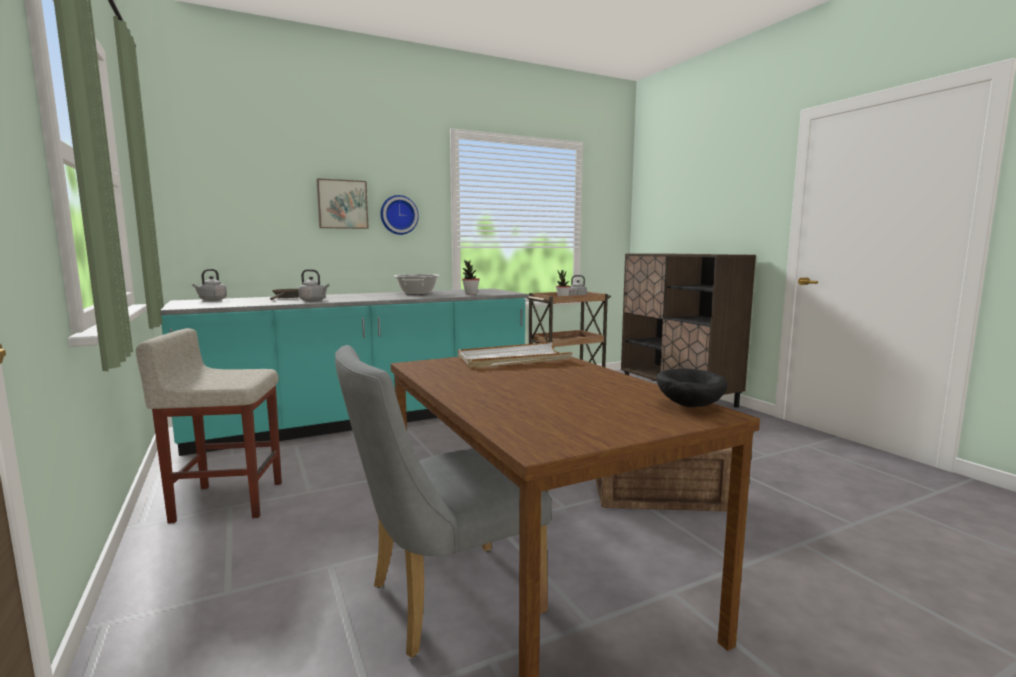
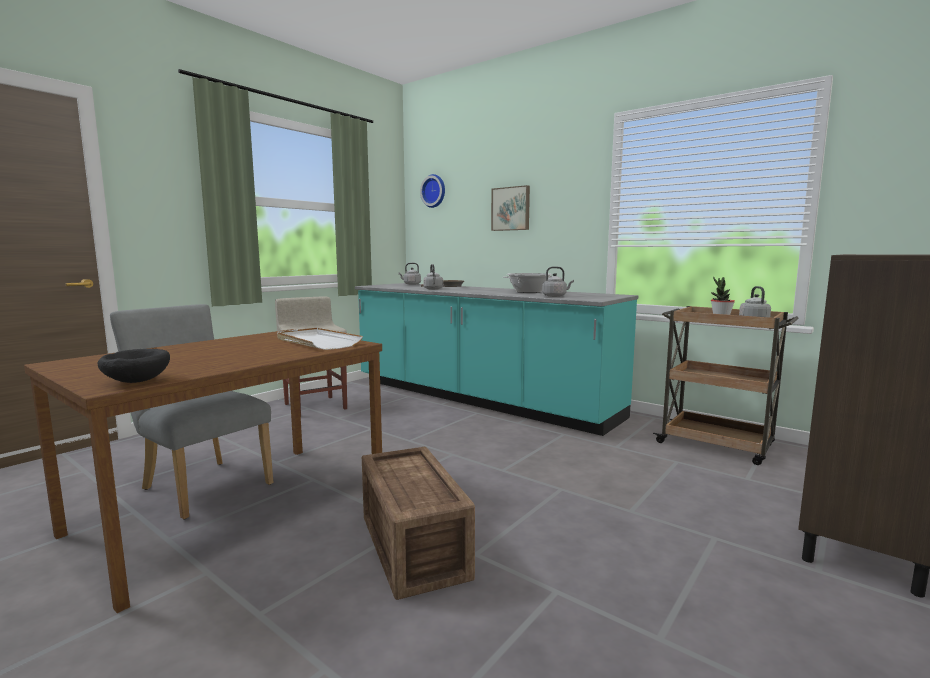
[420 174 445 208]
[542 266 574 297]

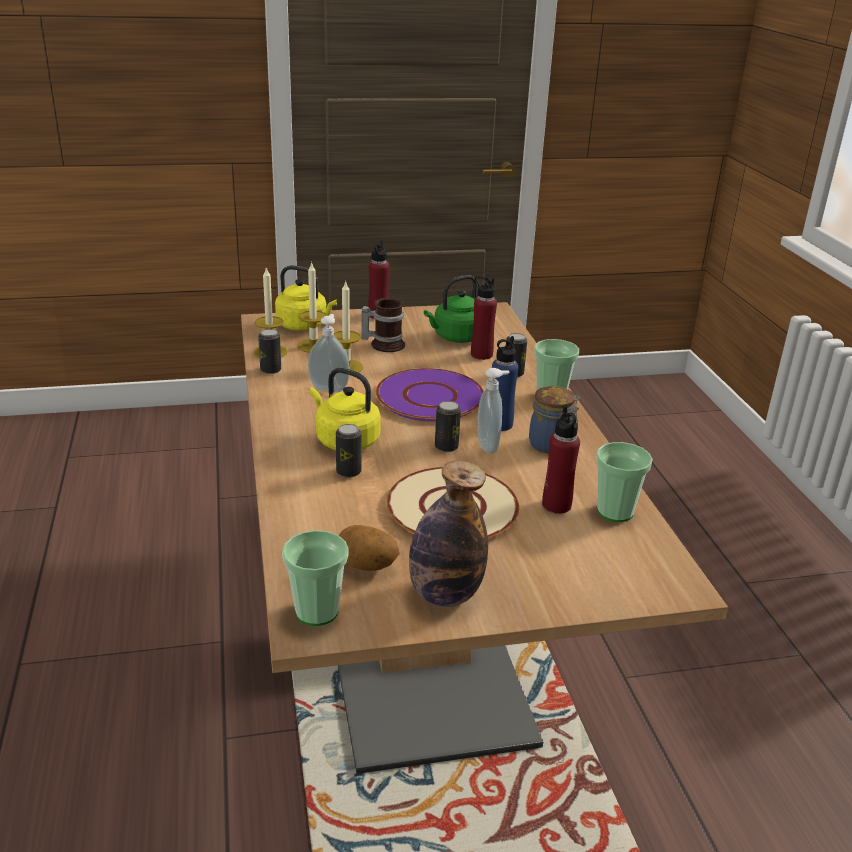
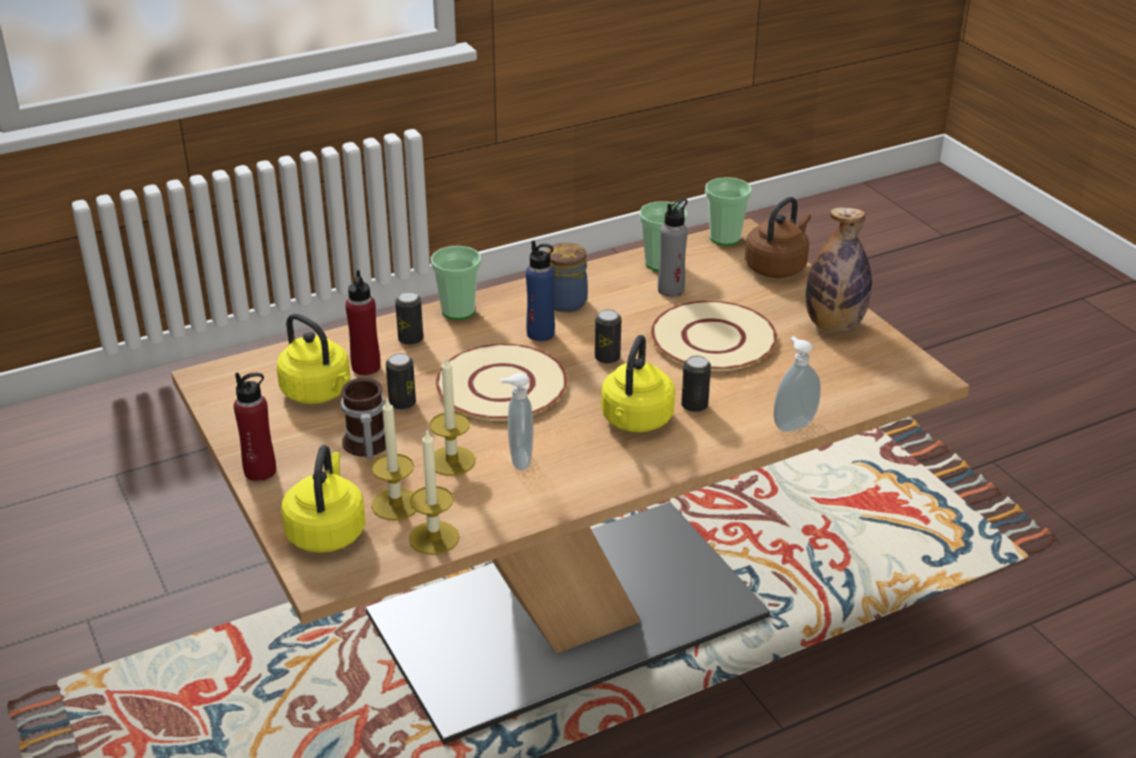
[339 525 400 571] (first image)
[745 197 811 278]
[386 353 416 410]
[705 177 752 246]
[773 336 821 432]
[436 344 568 421]
[277 313 350 404]
[658 198 688 297]

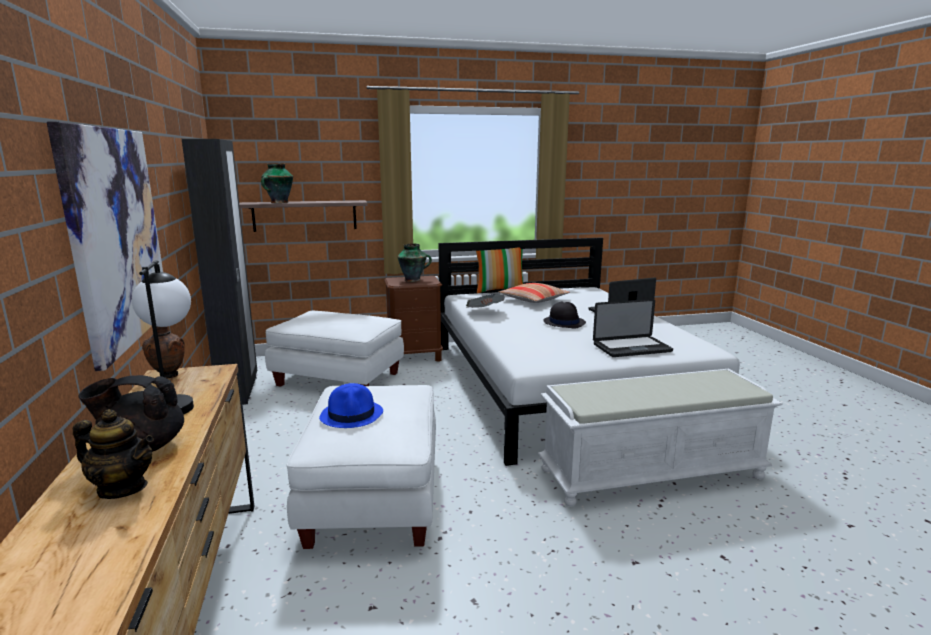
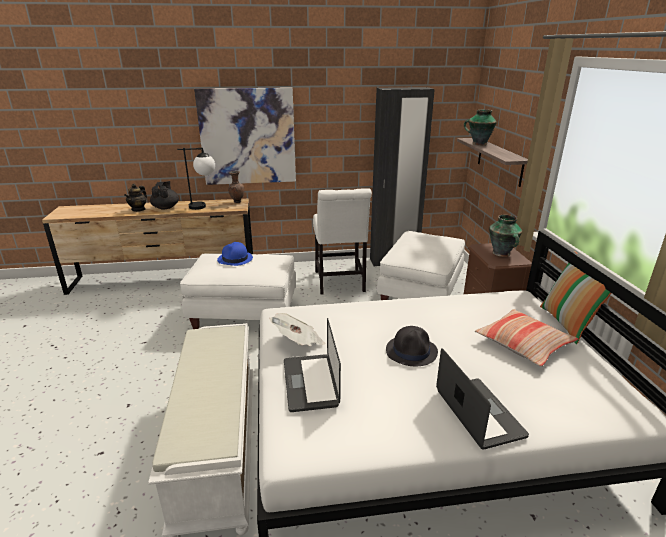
[313 188 372 295]
[269 313 325 346]

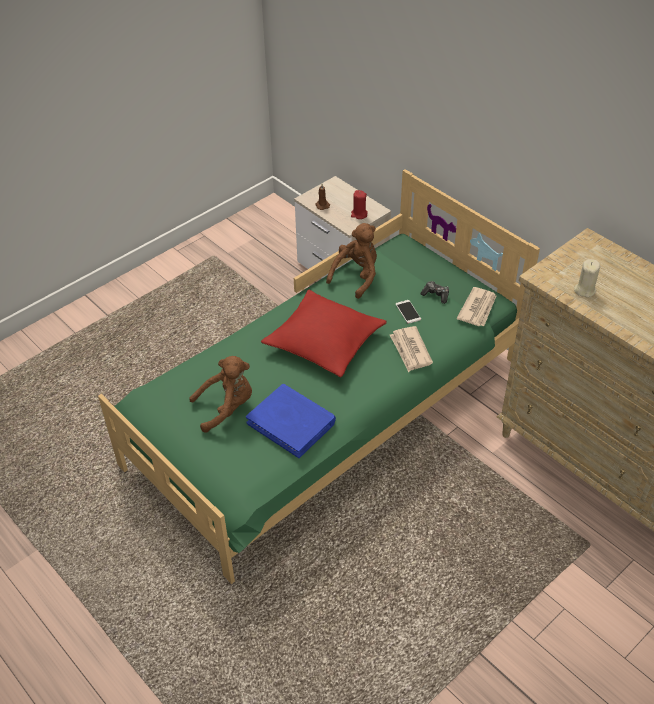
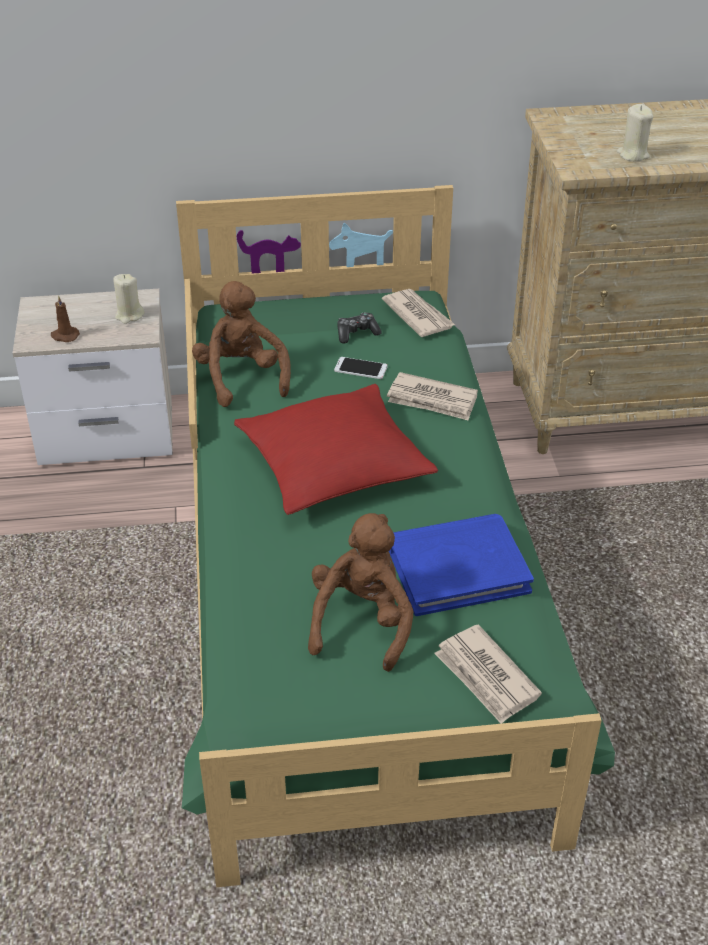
[434 624 542 724]
[113 274 144 324]

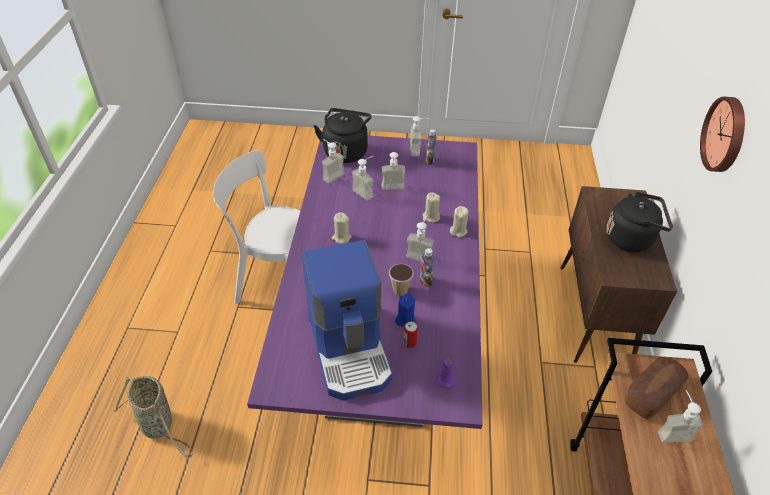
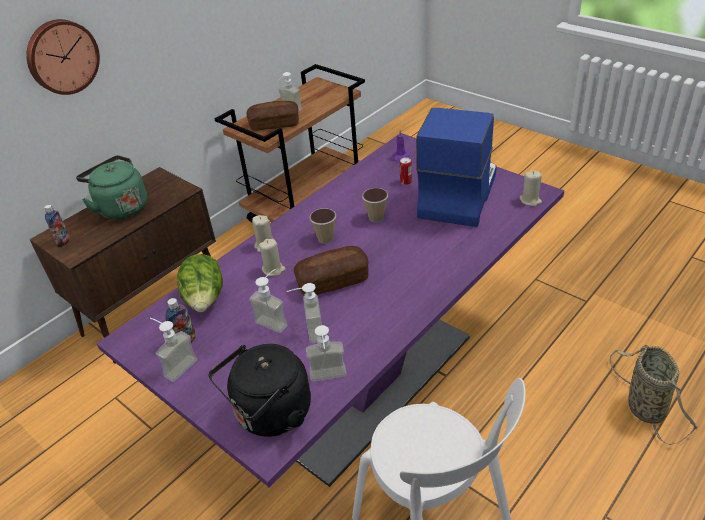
[395 294 416 328] (first image)
[177 254 223 312]
[294 246 369 296]
[520 170 542 206]
[44 204 70 247]
[310 208 336 244]
[76 155 147 219]

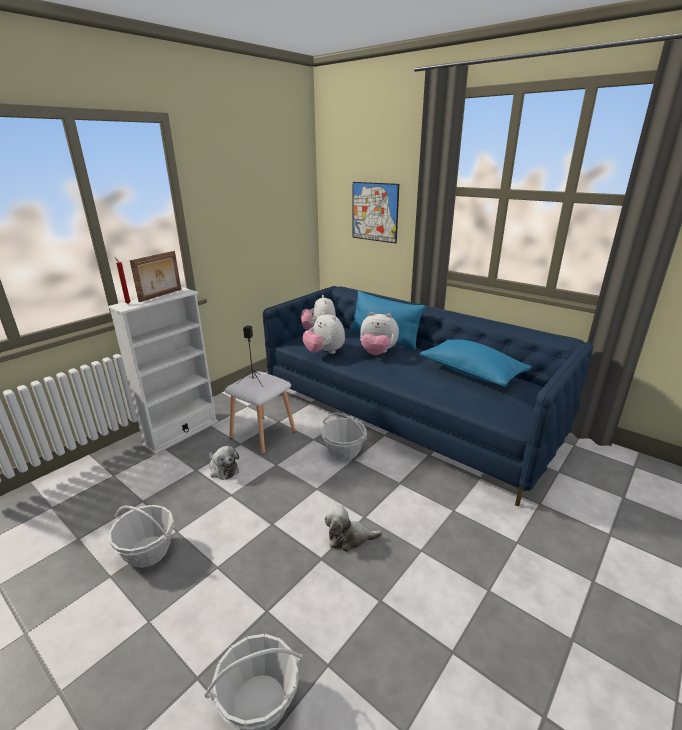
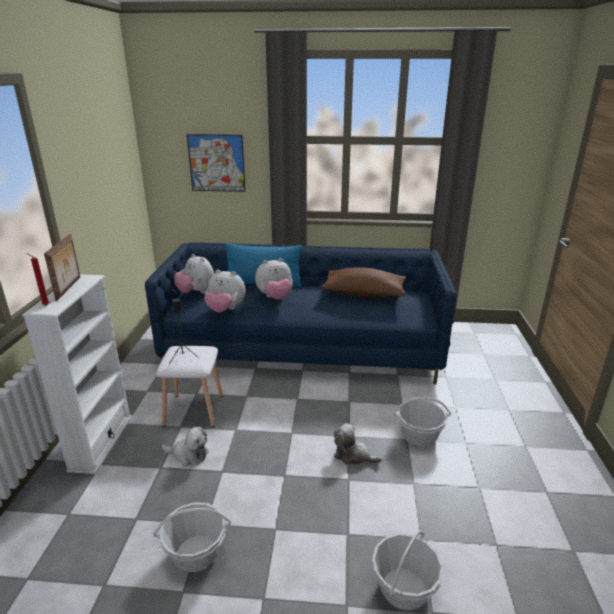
[394 397 451 447]
[321 267 407 297]
[334 423 382 465]

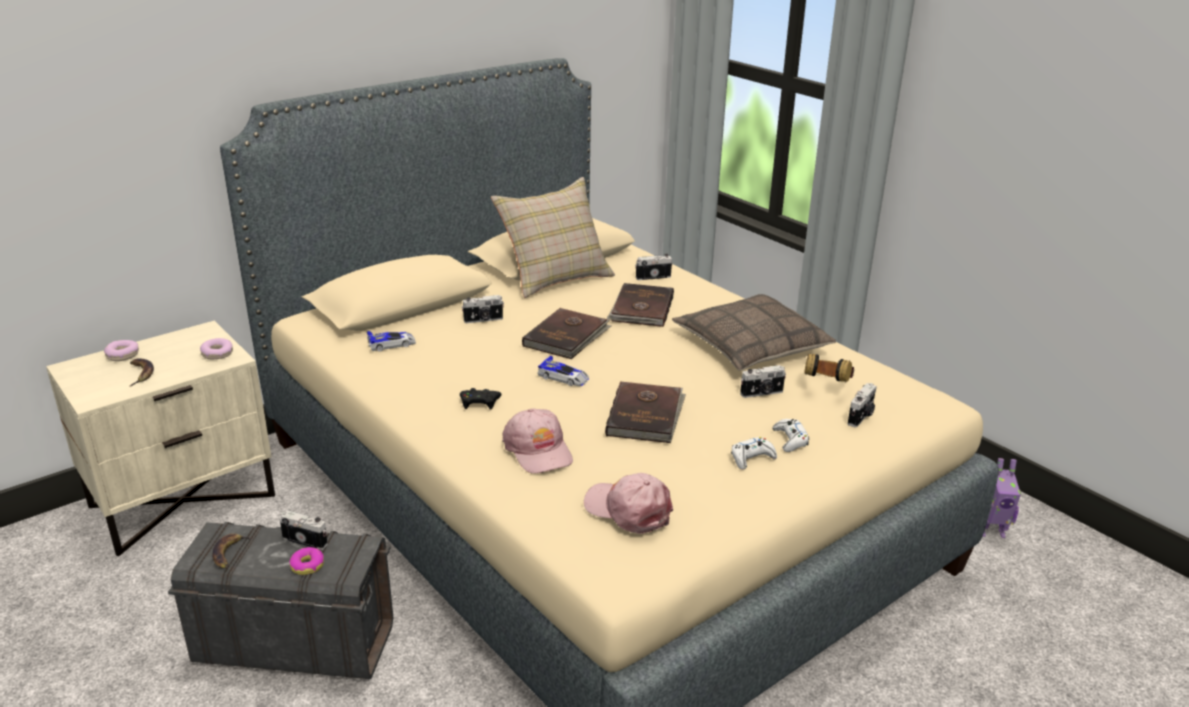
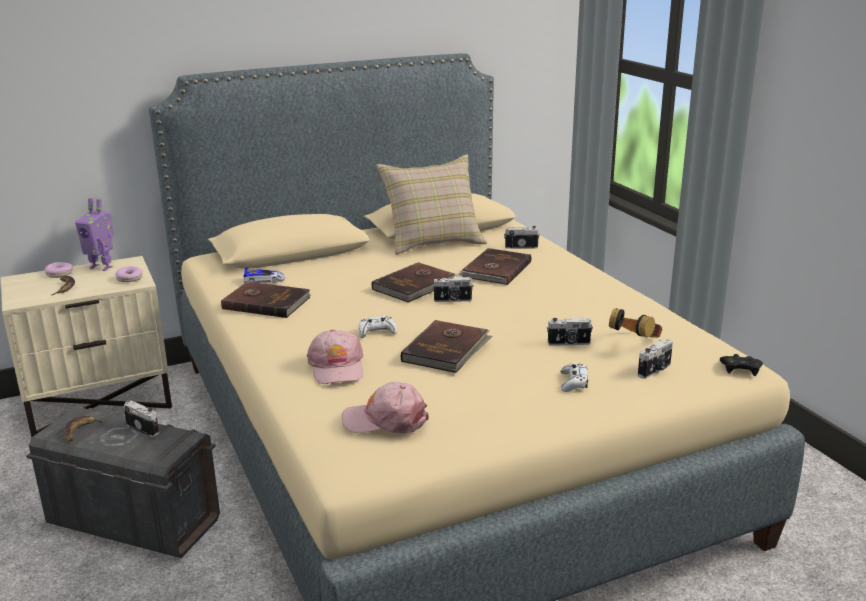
[290 547 324 575] (first image)
[538 356 589 386] (first image)
[672 294 836 371] (first image)
[221 281 311 318]
[720 354 763 376]
[432 277 474 302]
[358 316 397 338]
[75 198 114 271]
[342 382 429 434]

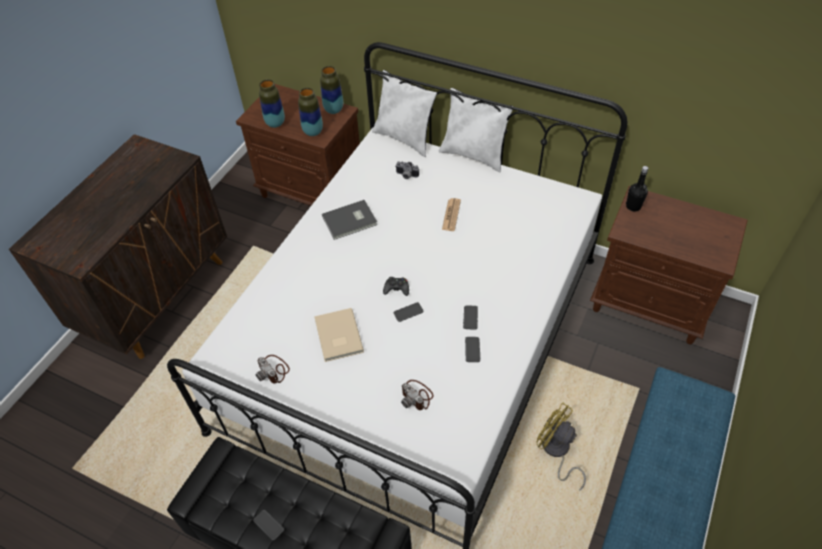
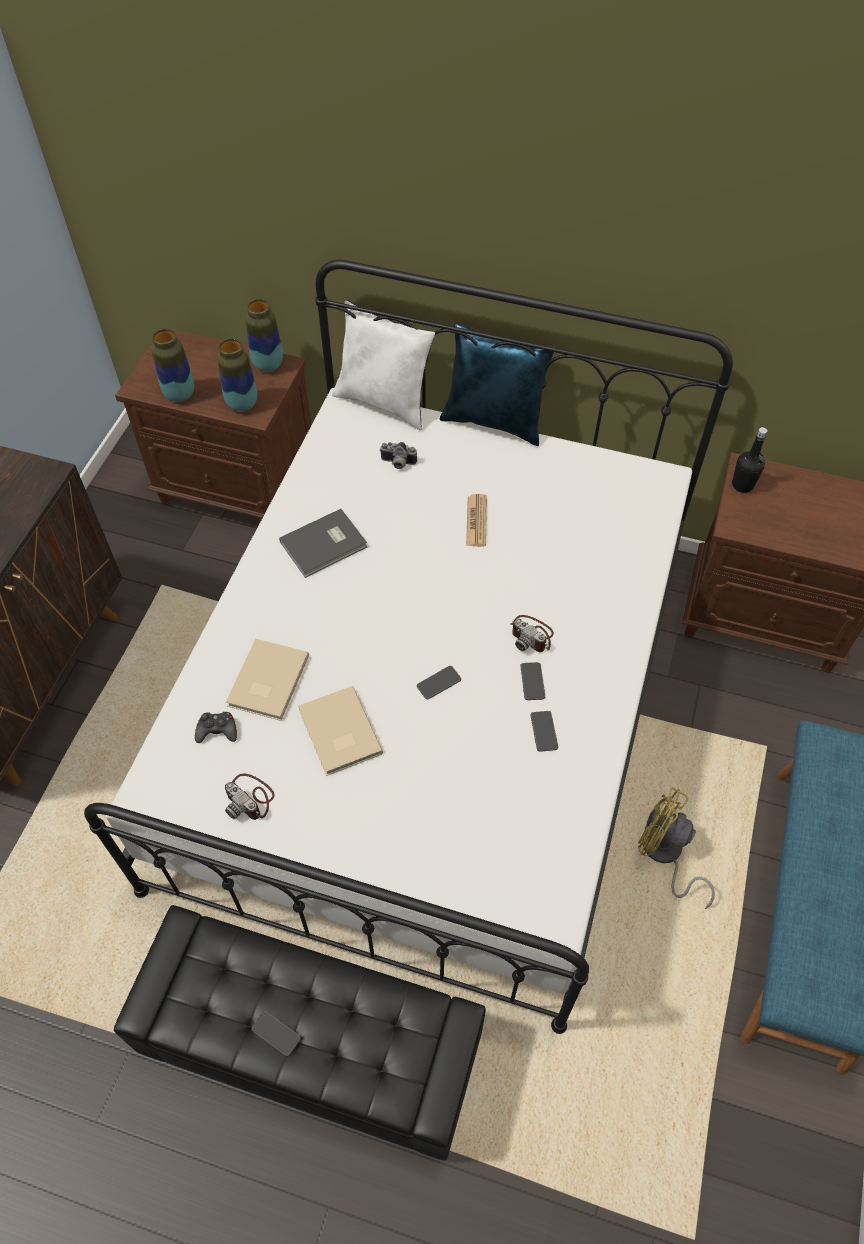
[226 639 309 721]
[195 712 237 743]
[510 615 554 652]
[440 323 555 446]

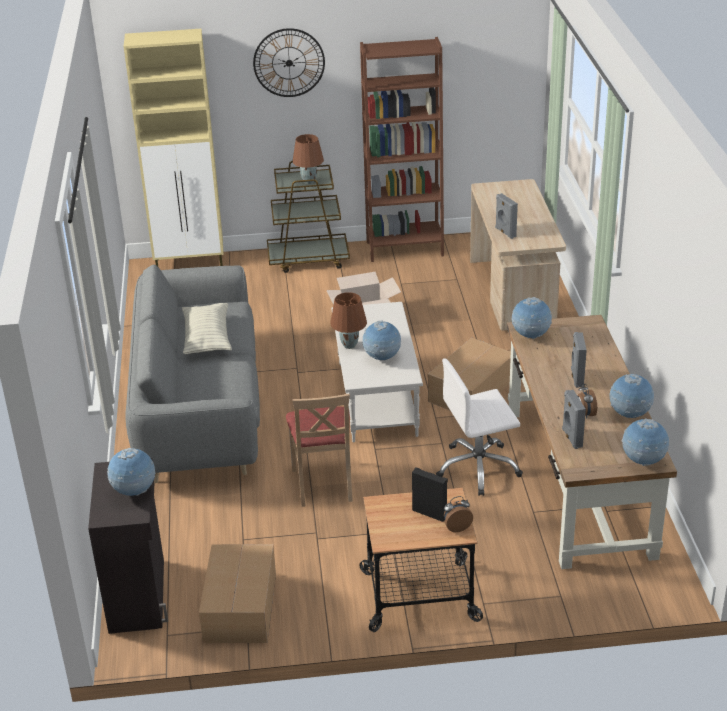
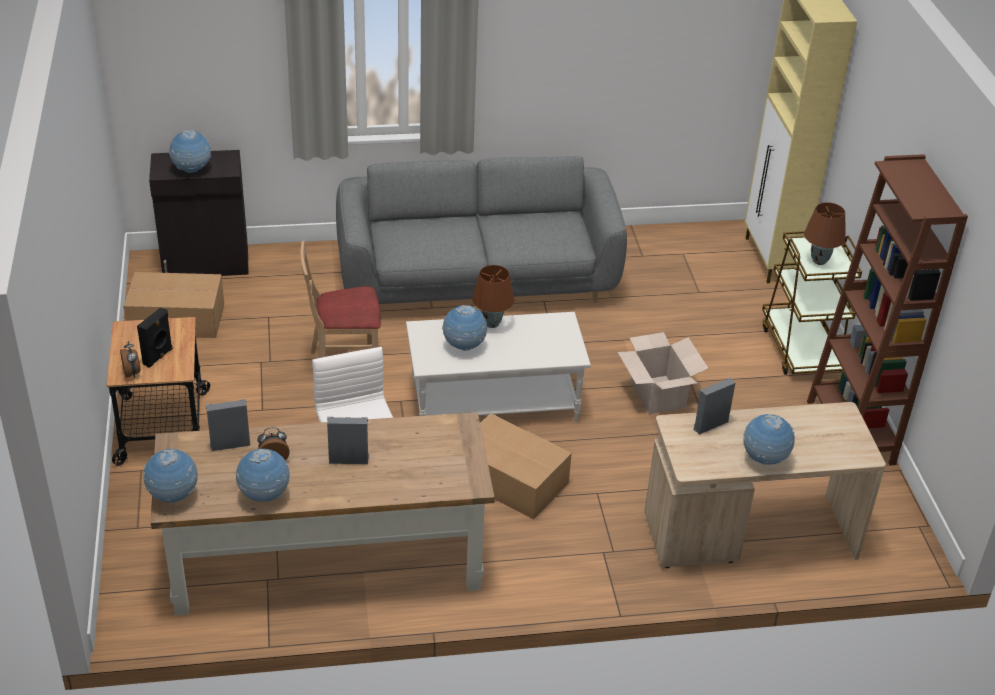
[182 303 232 354] (first image)
[253 28 325 97] (first image)
[743 414 795 465]

